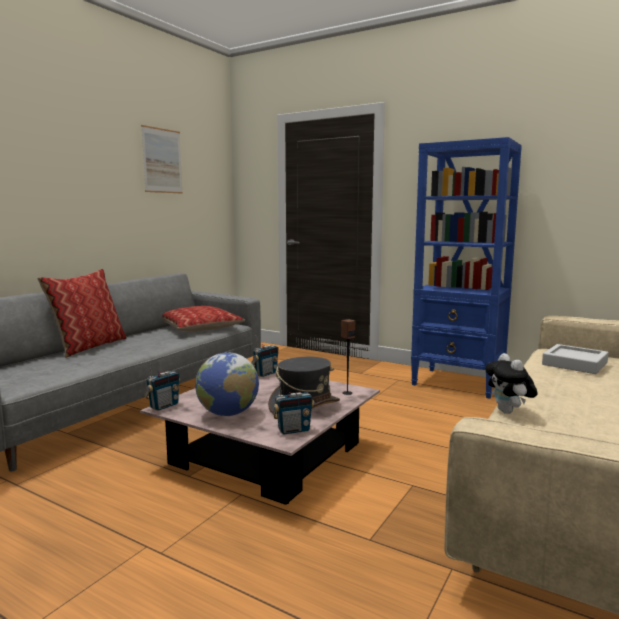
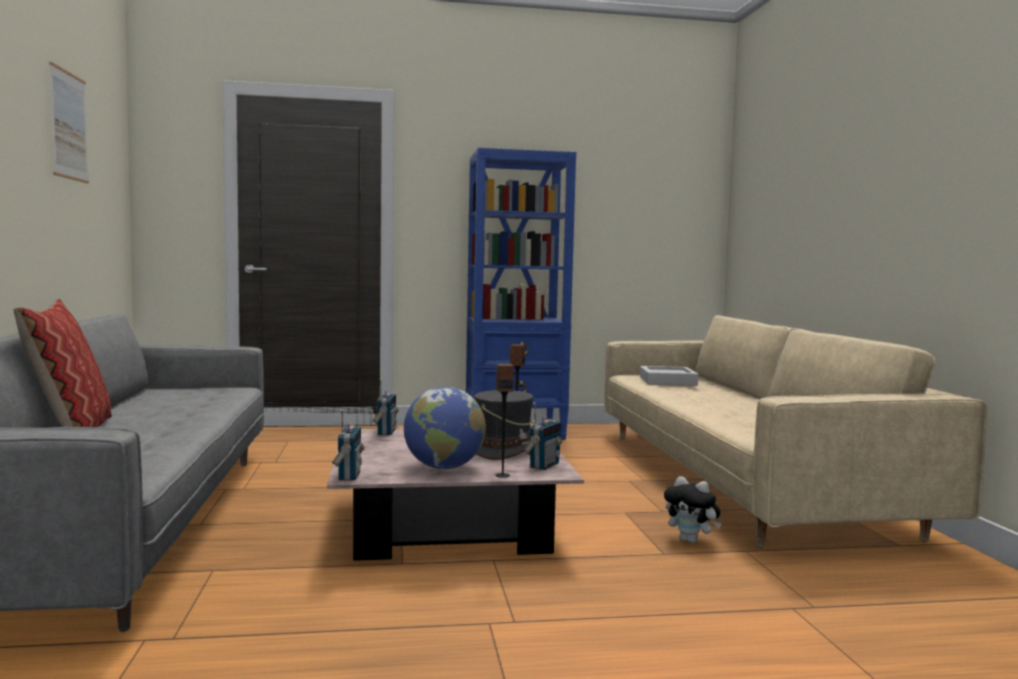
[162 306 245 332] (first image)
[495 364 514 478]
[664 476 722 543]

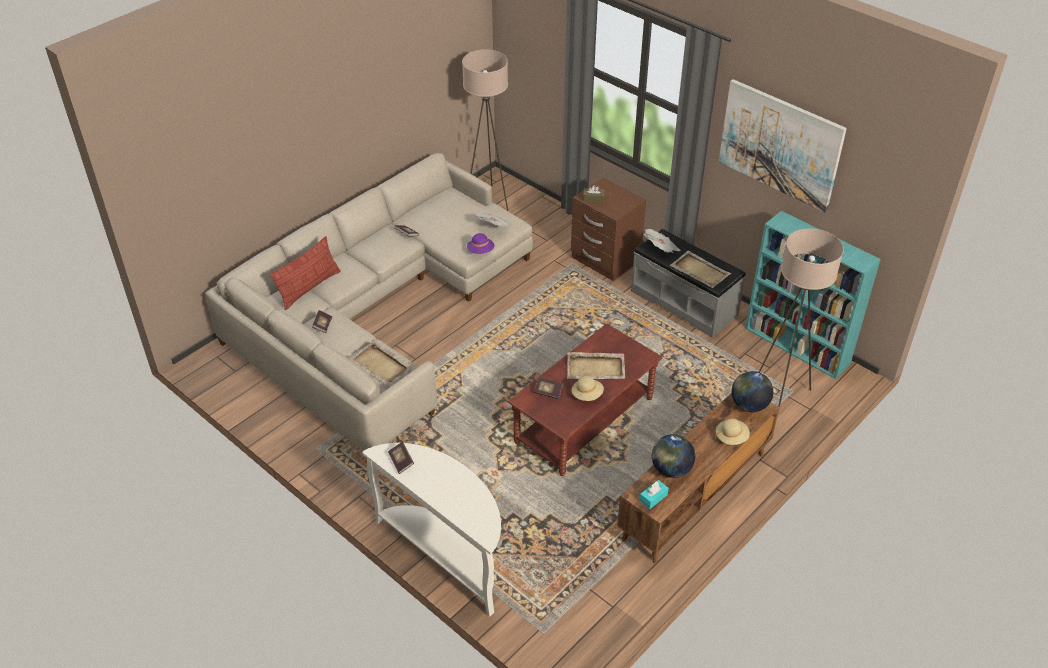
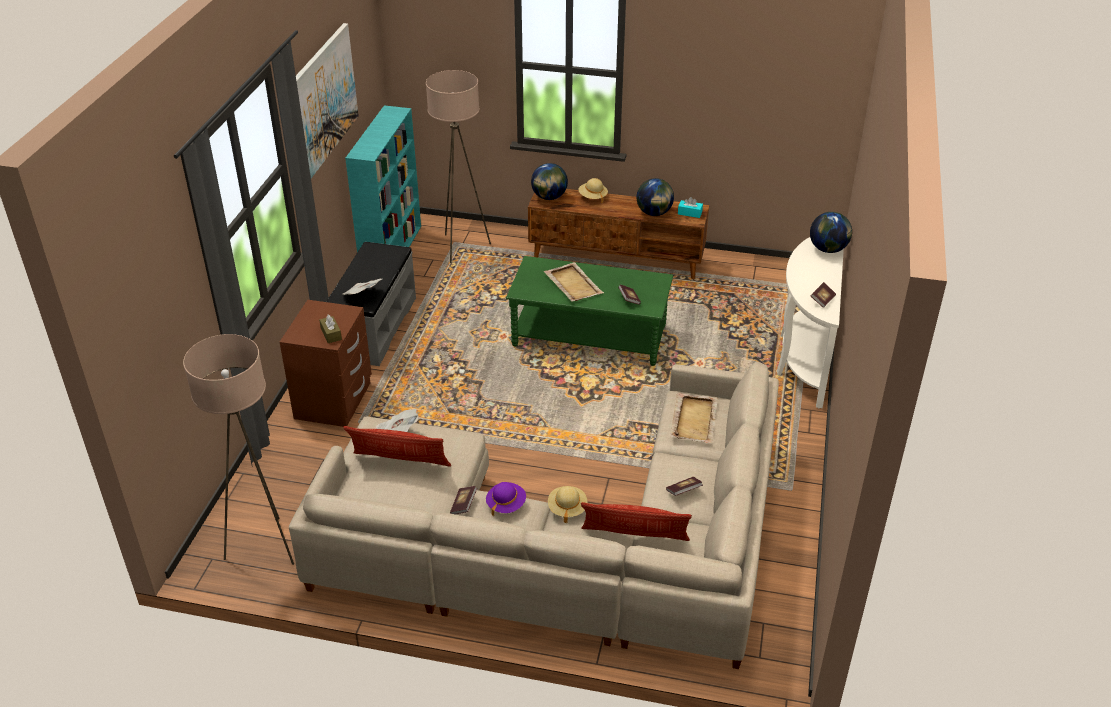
[670 251 731 288] (first image)
[343 426 451 467]
[810 212 852 253]
[486 482 526 516]
[548 486 587 523]
[506 256 673 366]

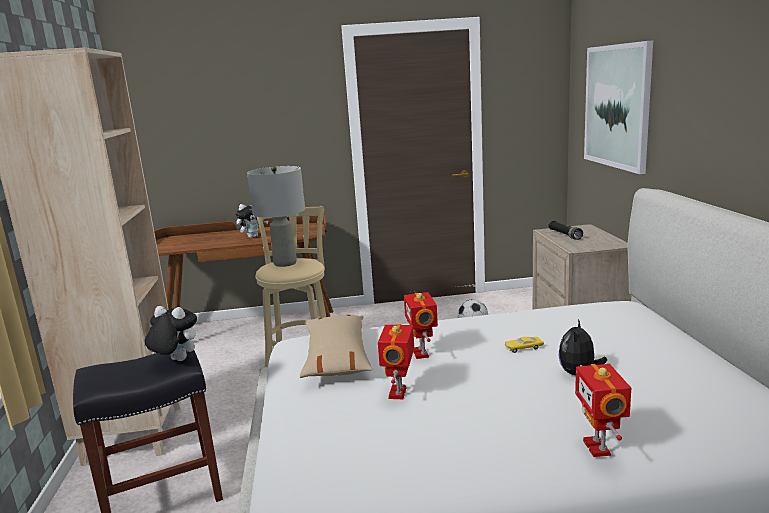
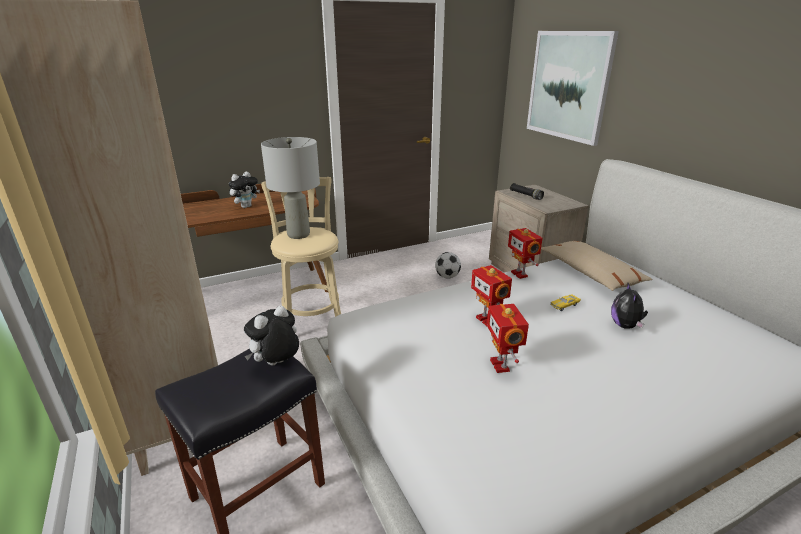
[541 241 653 291]
[508 228 543 279]
[244 306 299 365]

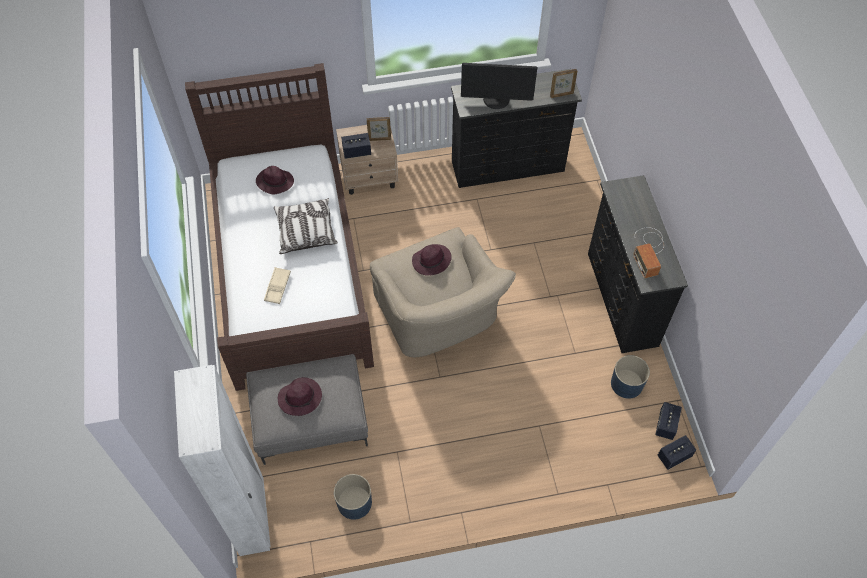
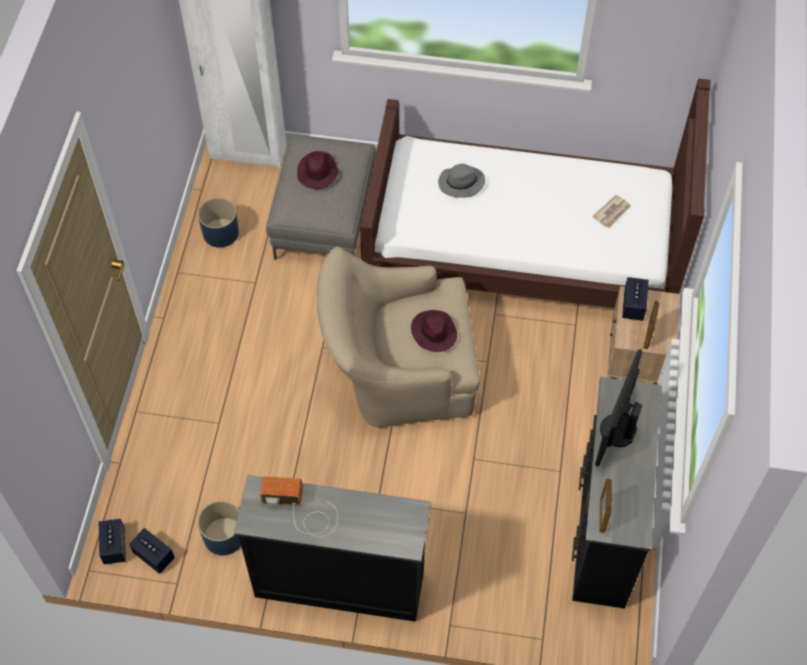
[274 198 338 254] (first image)
[592 194 631 228]
[438 164 485 198]

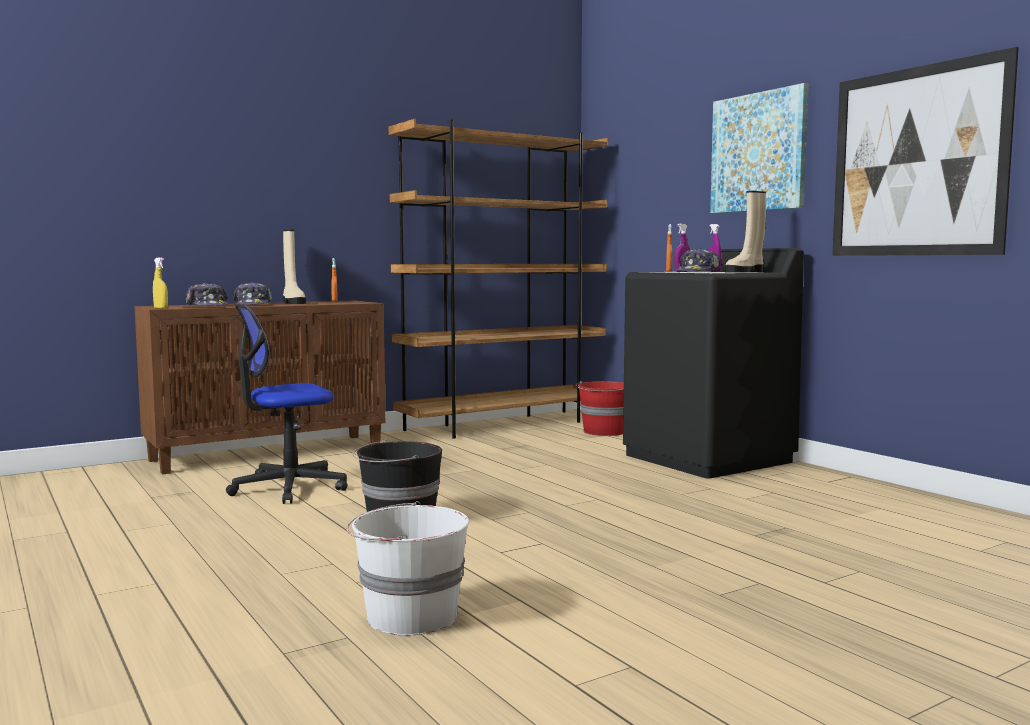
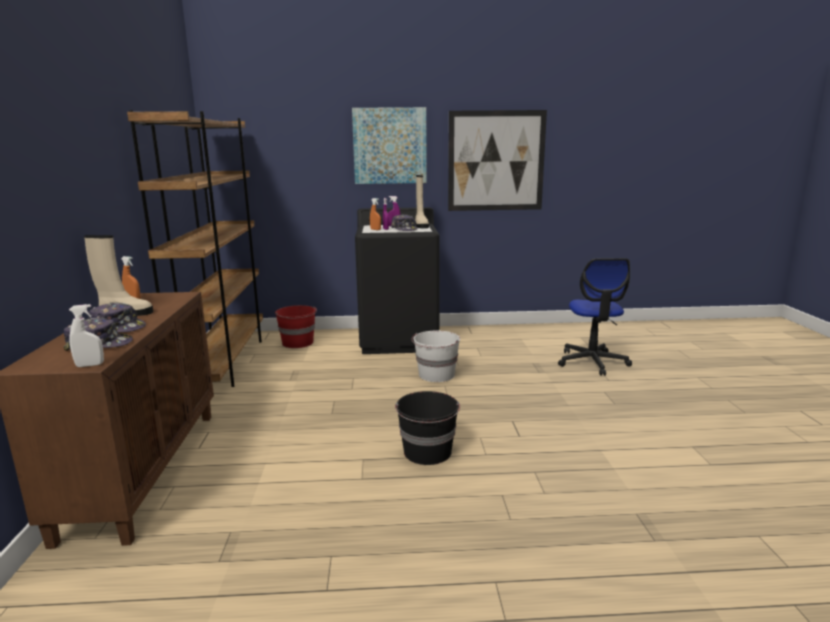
[558 258 632 376]
[412 331 460 382]
[69 304 104 367]

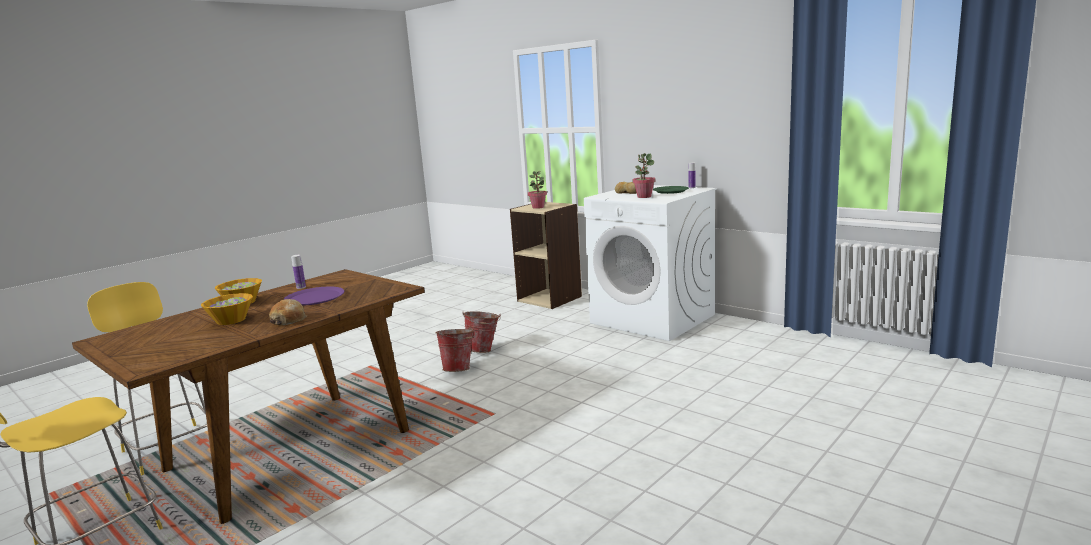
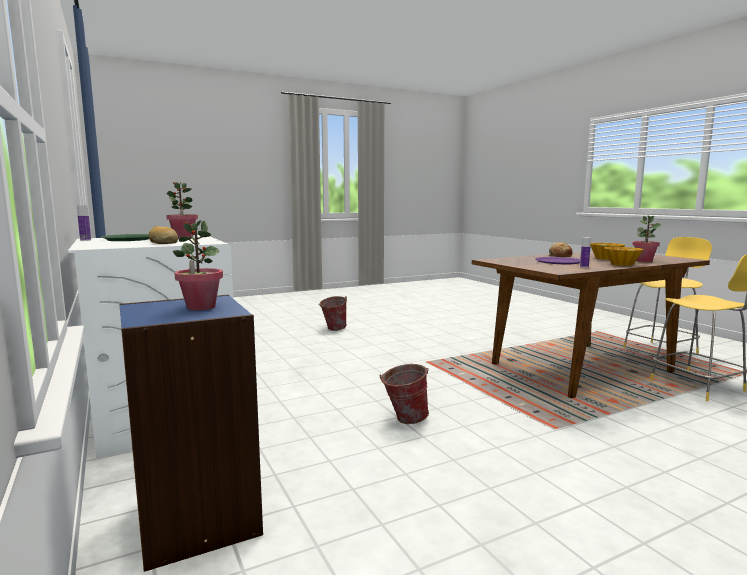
[632 215 661 262]
[319 296 347 331]
[119 295 263 572]

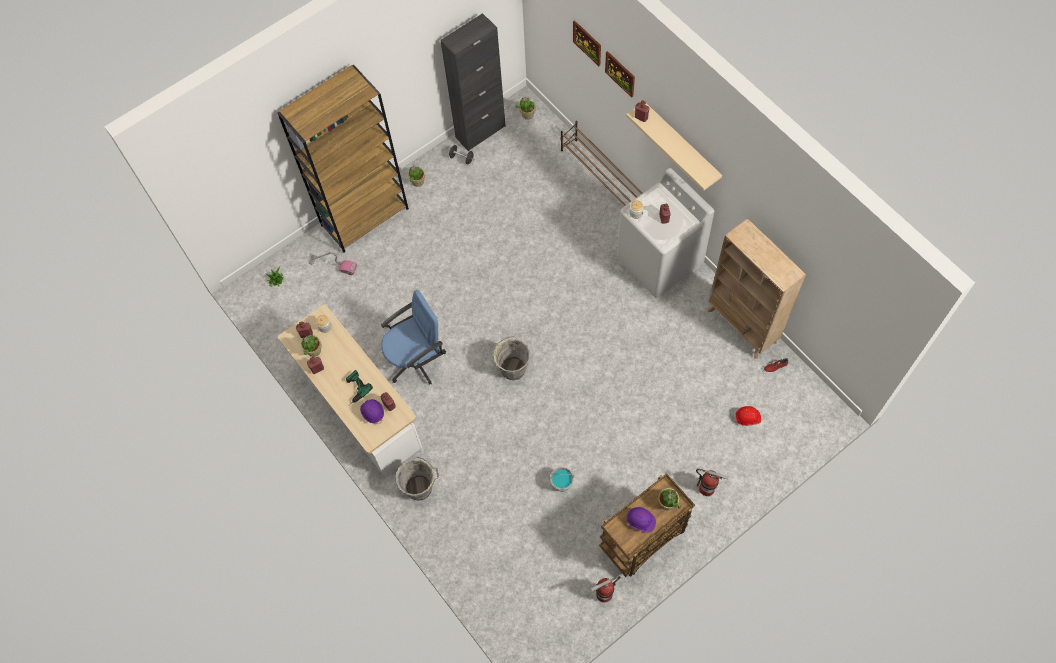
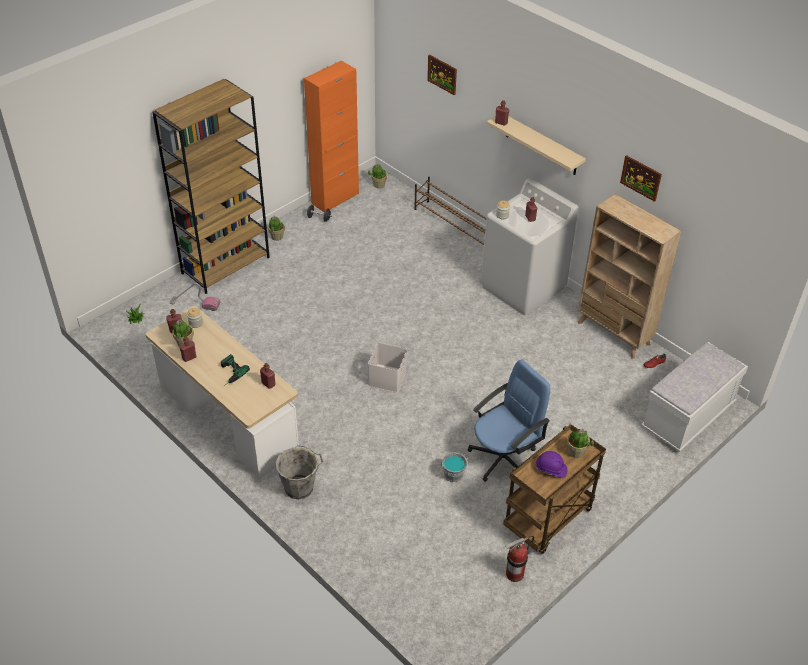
[360 399 384 424] (first image)
[696 469 728 496] (first image)
[735 406 761 426] (first image)
[641 342 748 452]
[468 359 550 482]
[620 155 662 202]
[368 342 407 392]
[304 61 359 213]

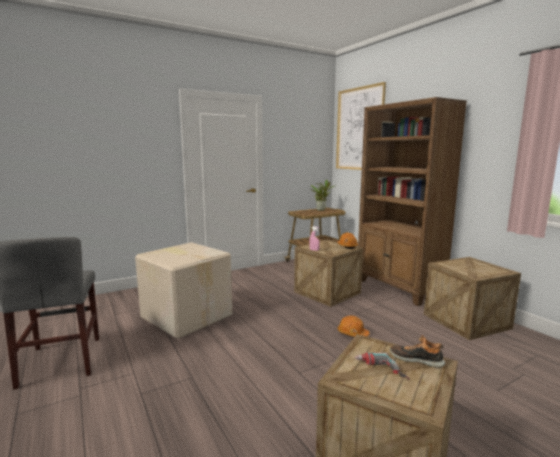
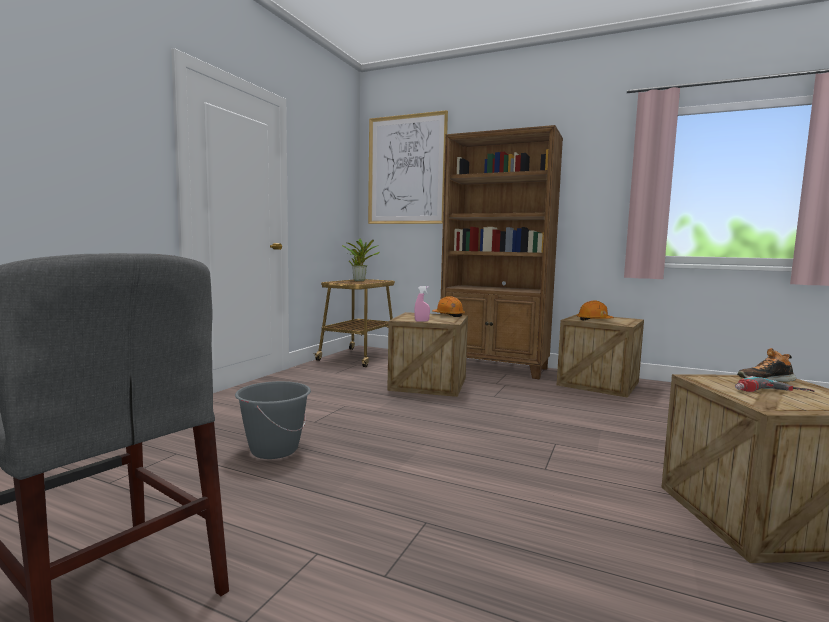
[577 301 614 320]
[235 381 311 459]

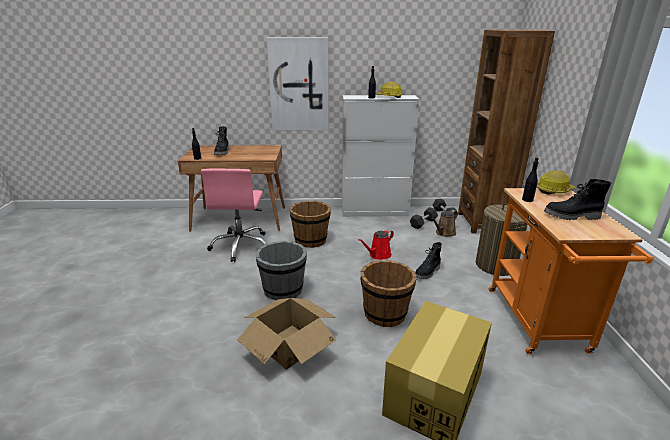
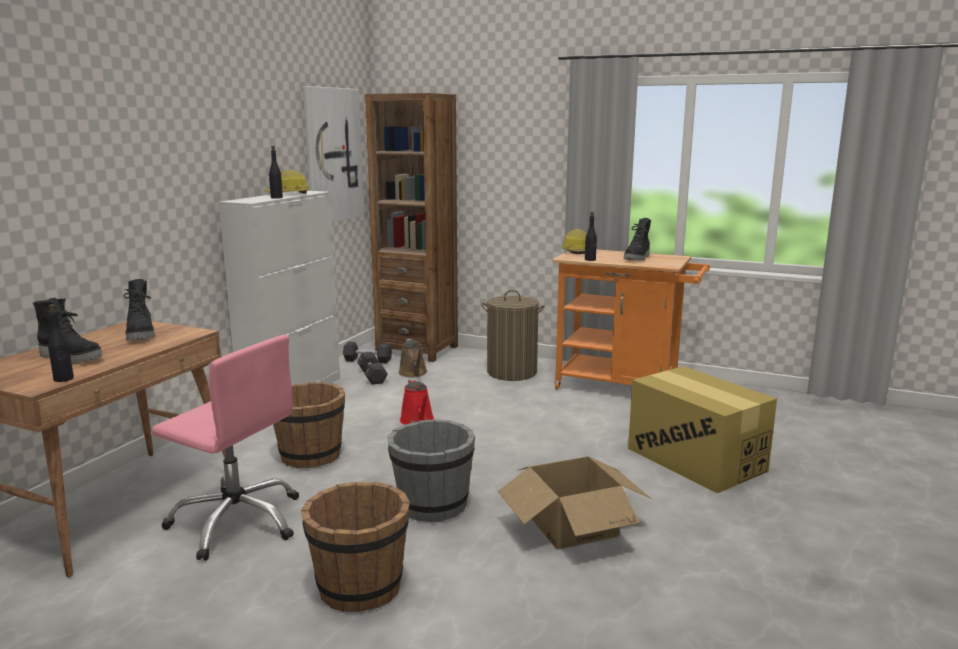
[303 86 364 223]
[301 482 410 612]
[124 279 155 340]

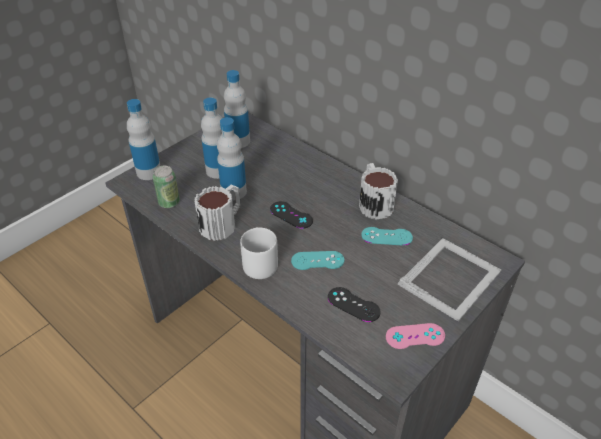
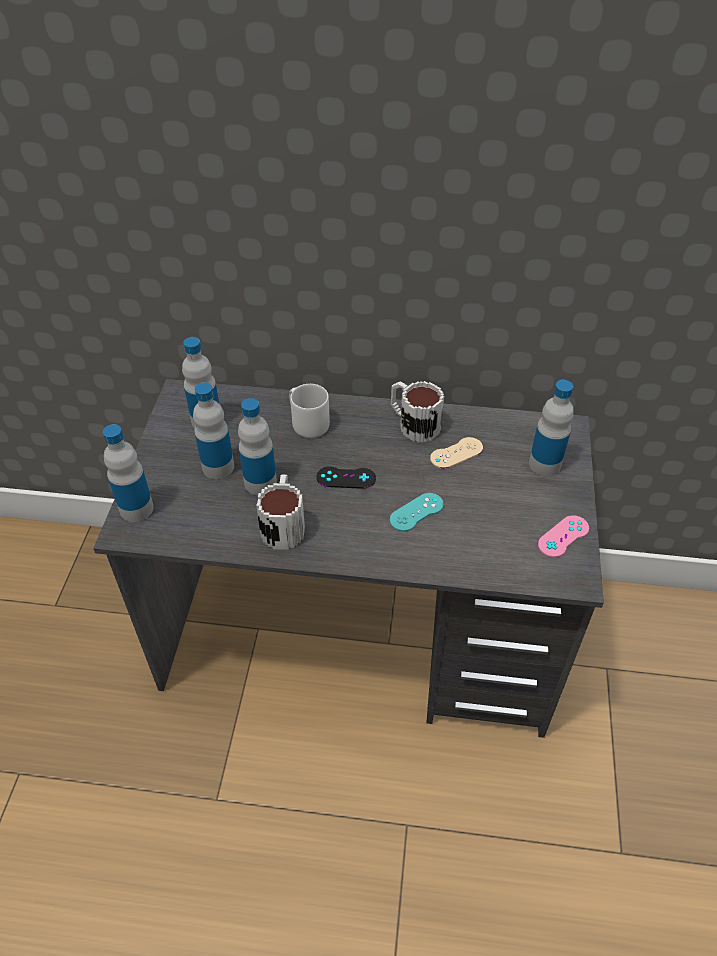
[153 166 180 208] (first image)
[328 287 381 322] (first image)
[289 384 330 438]
[529 380 574 476]
[430 437 483 469]

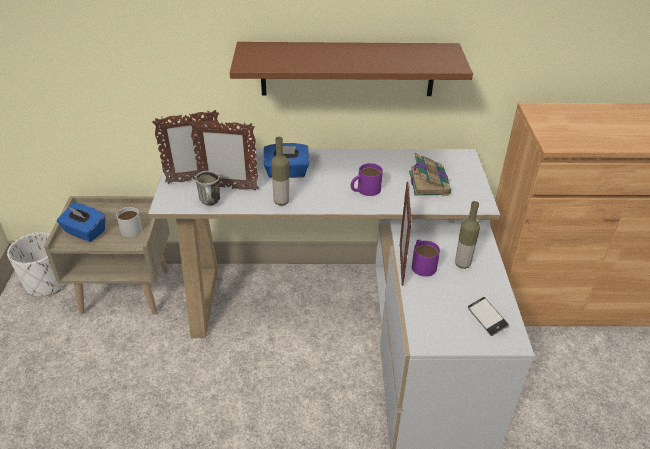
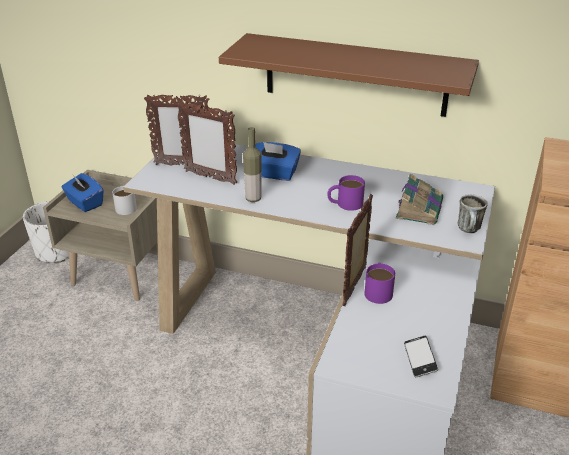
[455 201 480 269] (first image)
[457 194 488 233]

